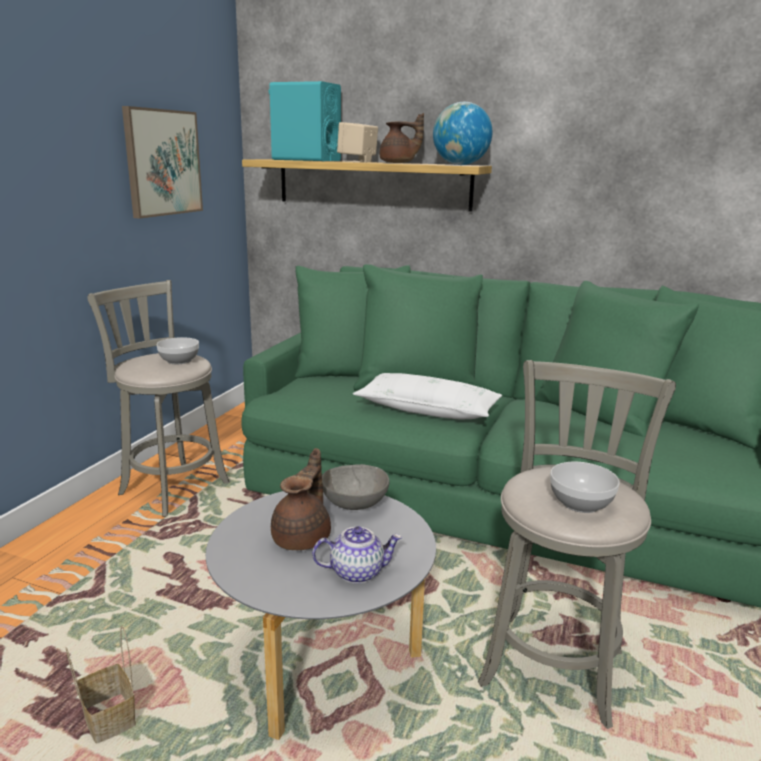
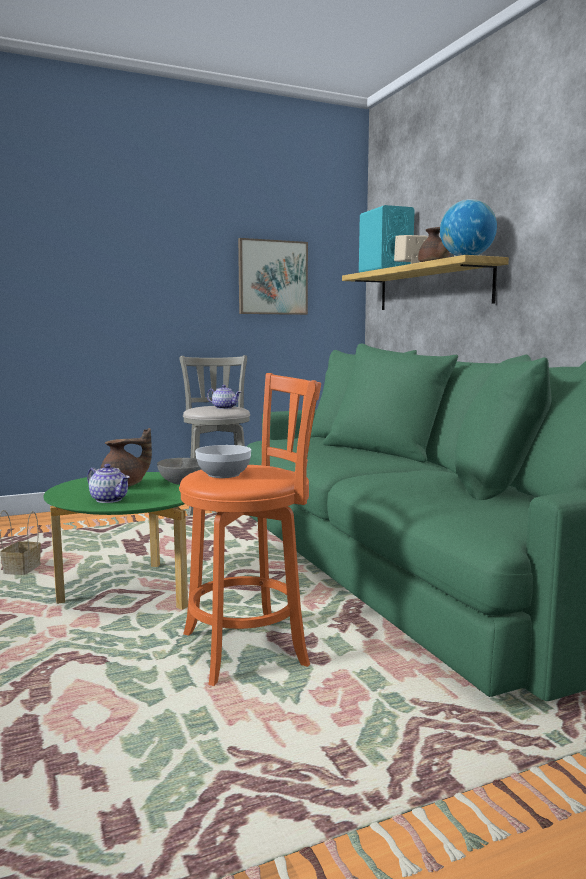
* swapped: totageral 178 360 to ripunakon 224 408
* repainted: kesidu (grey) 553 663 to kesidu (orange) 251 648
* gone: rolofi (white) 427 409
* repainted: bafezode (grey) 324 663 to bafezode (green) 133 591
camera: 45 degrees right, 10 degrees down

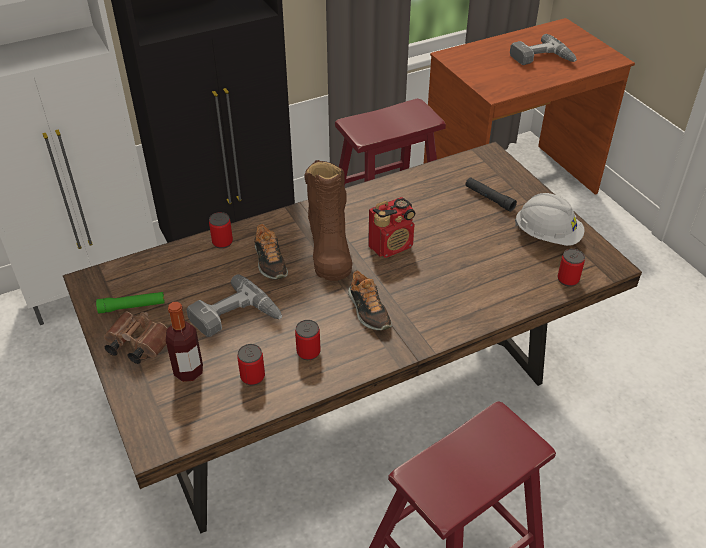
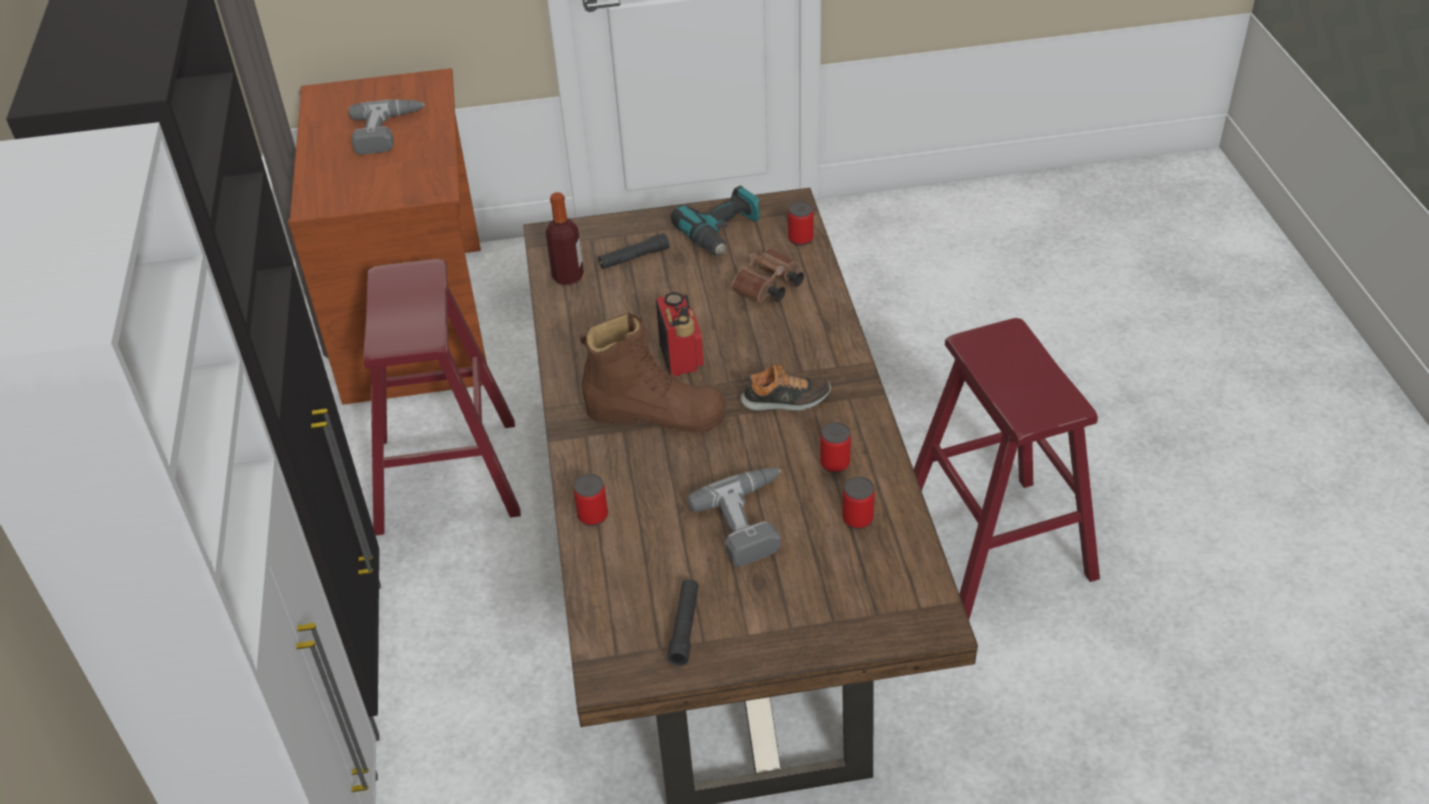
* swapped: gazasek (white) 547 235 to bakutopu 723 233
* gone: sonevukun 269 262
* repainted: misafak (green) 132 307 to misafak (black) 684 627
* shifted: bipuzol 188 371 to 568 277
* shifted: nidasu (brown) 136 345 to 768 288
camera: 70 degrees left, 0 degrees up

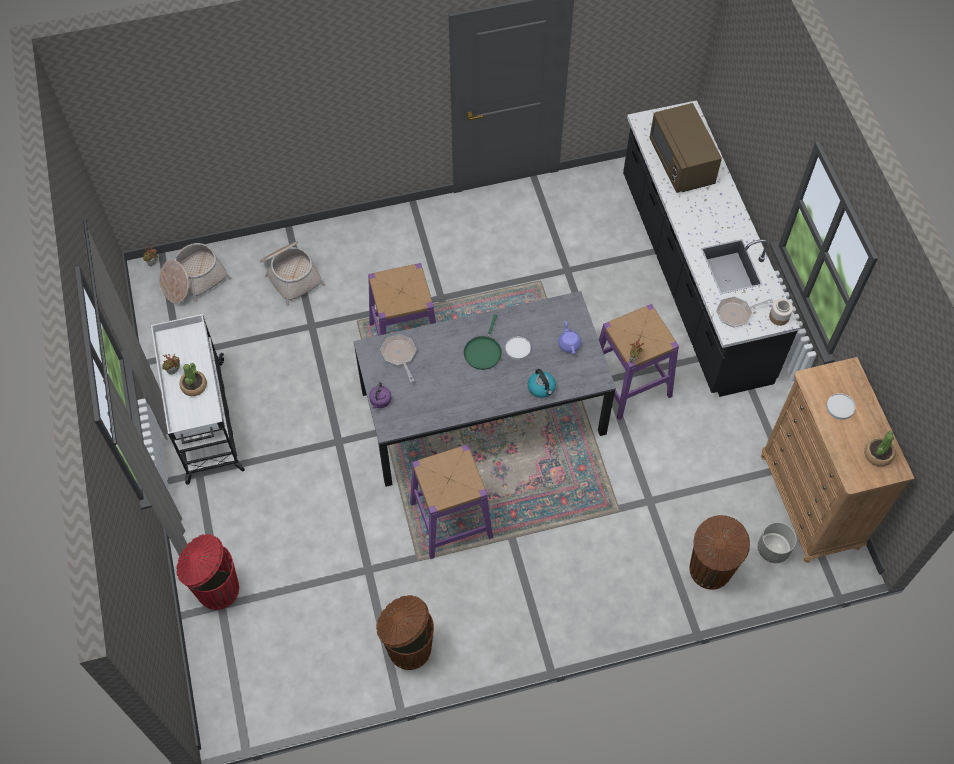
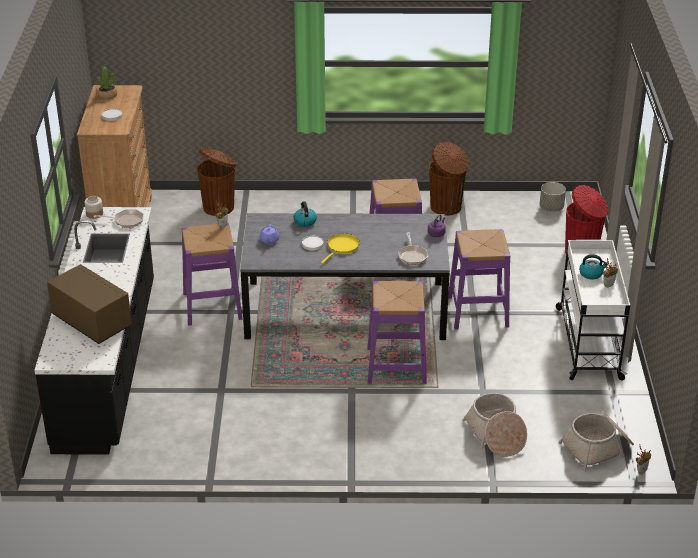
* rotated: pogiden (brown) 682 163 = 91 322 45 degrees counterclockwise
* repainted: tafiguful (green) 483 351 to tafiguful (yellow) 342 247
* swapped: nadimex 194 386 to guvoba 591 274
* shifted: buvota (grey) 772 549 to 551 208
* new: kesidu (purple) 478 311
camera: 165 degrees left, 25 degrees down

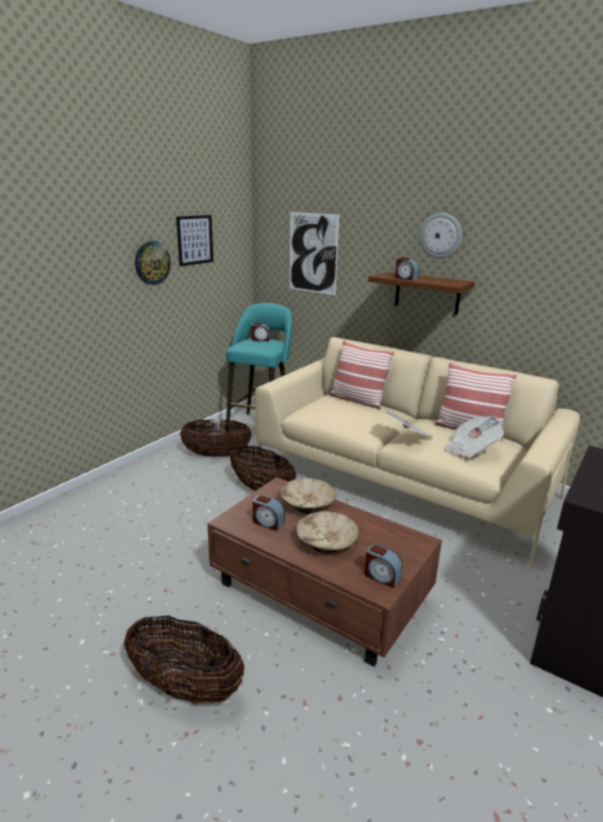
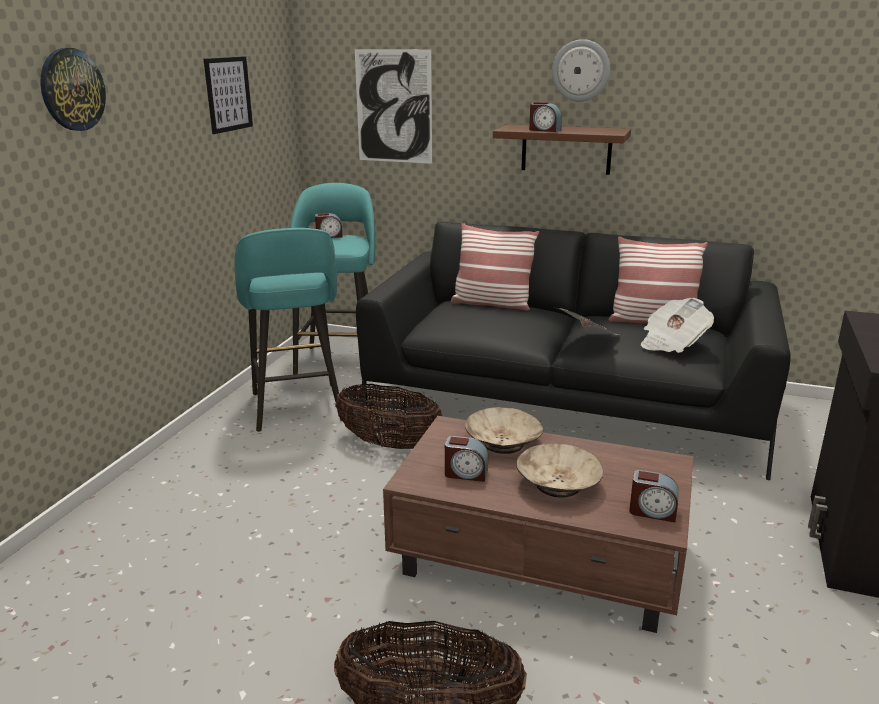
* shifted: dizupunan 152 262 to 72 89
* repainted: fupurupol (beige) 402 480 to fupurupol (black) 565 403
* swapped: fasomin 216 455 to kesidu (turquoise) 297 408
camera: 15 degrees left, 0 degrees up

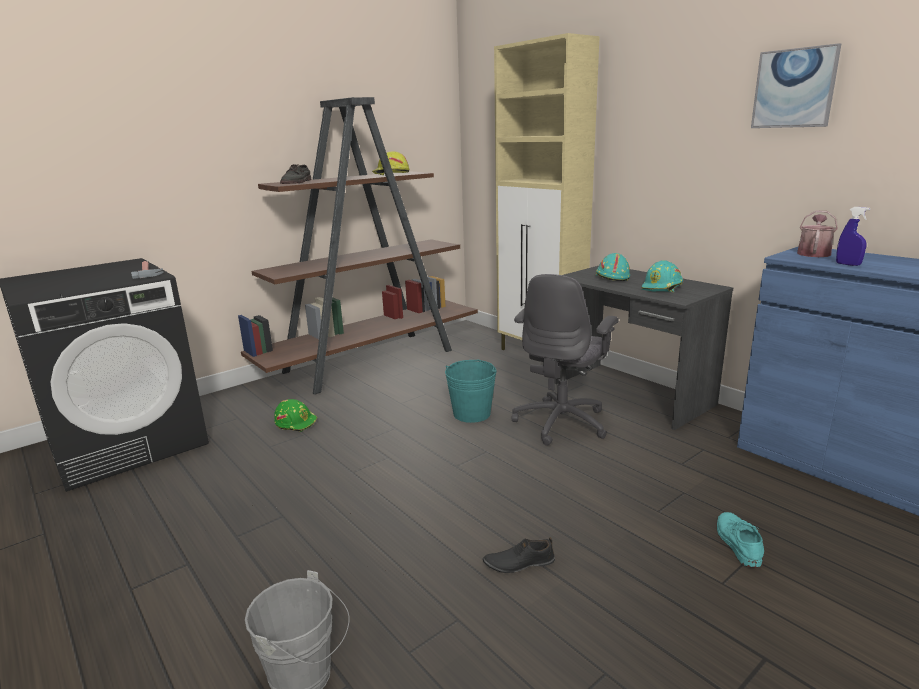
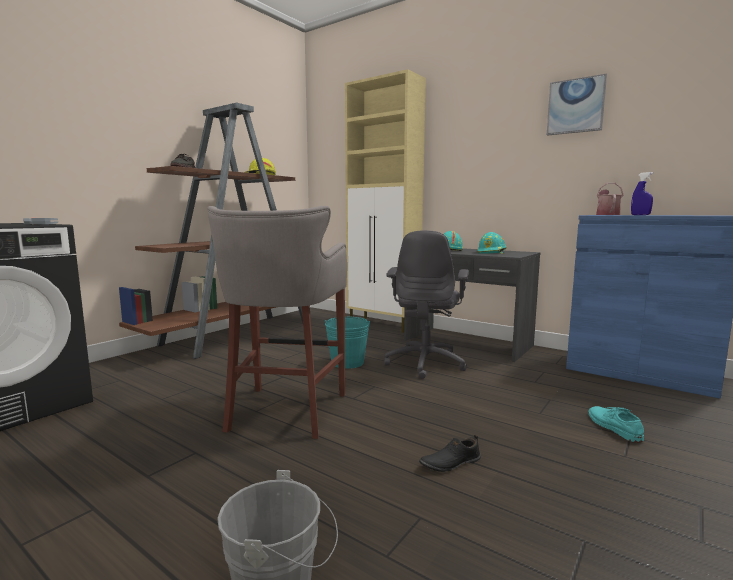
* gone: gazasek (green) 296 422
* new: kesidu (grey) 285 412
camera: 15 degrees left, 10 degrees down

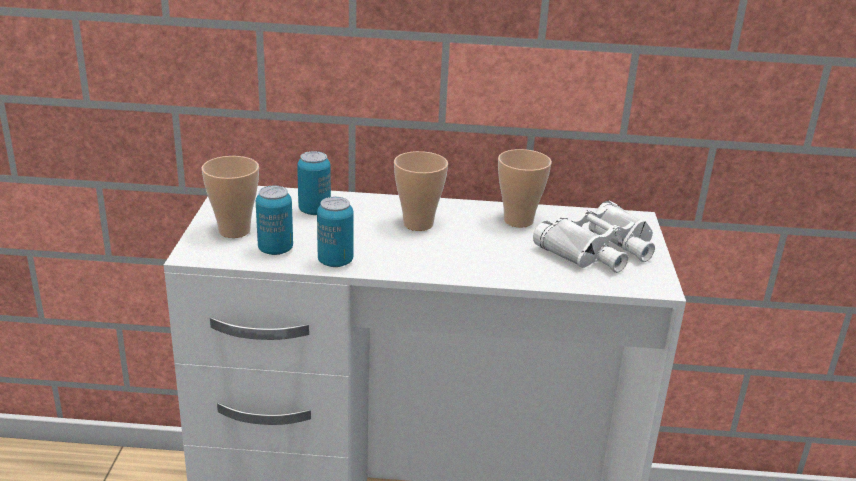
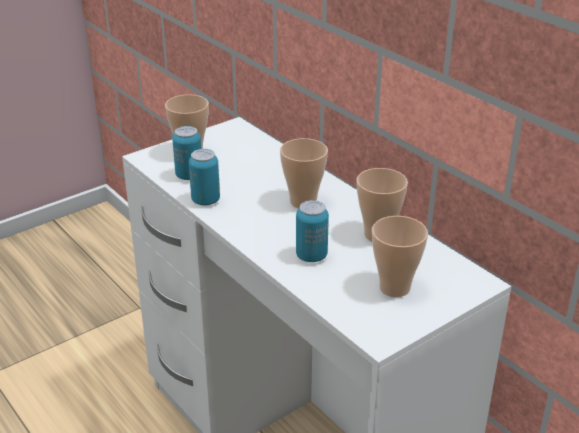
* shifted: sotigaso 314 210 to 311 256
* swapped: nidasu (white) 600 249 to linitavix 394 288
camera: 50 degrees right, 5 degrees up

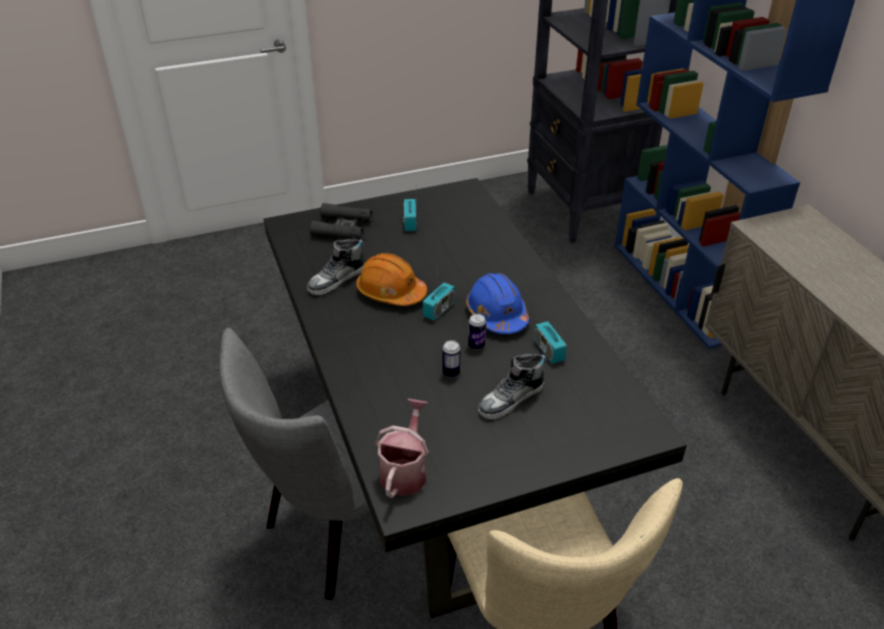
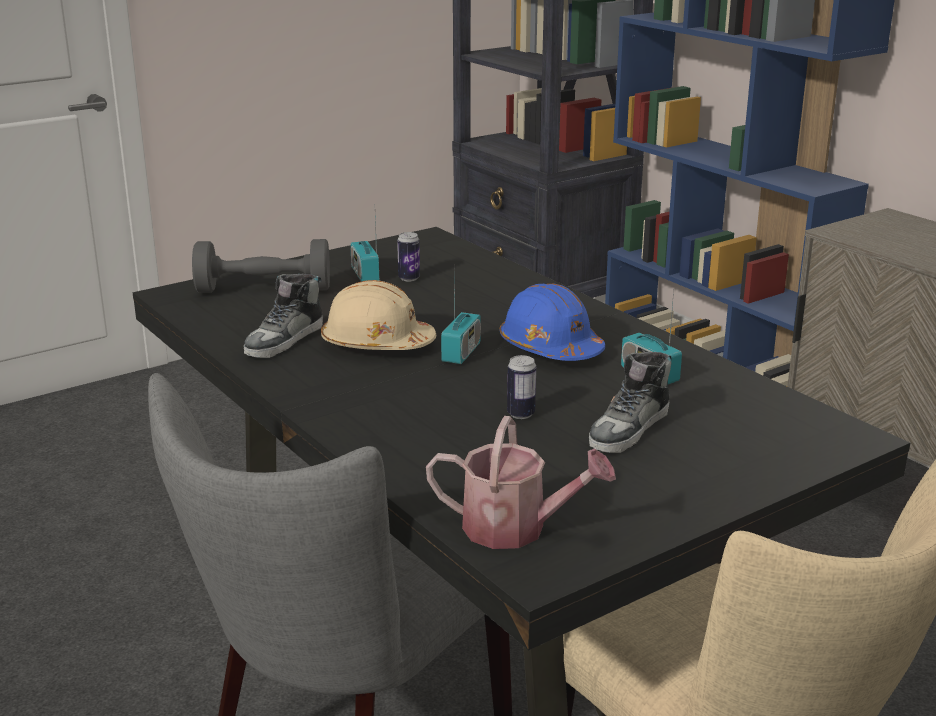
* swapped: nidasu (black) 342 228 to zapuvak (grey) 264 289
* repainted: gazasek (orange) 390 292 to gazasek (beige) 377 344
* shifted: sotigaso 476 346 to 409 278
* rotated: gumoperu 405 470 = 516 529 105 degrees clockwise
camera: 15 degrees left, 15 degrees down

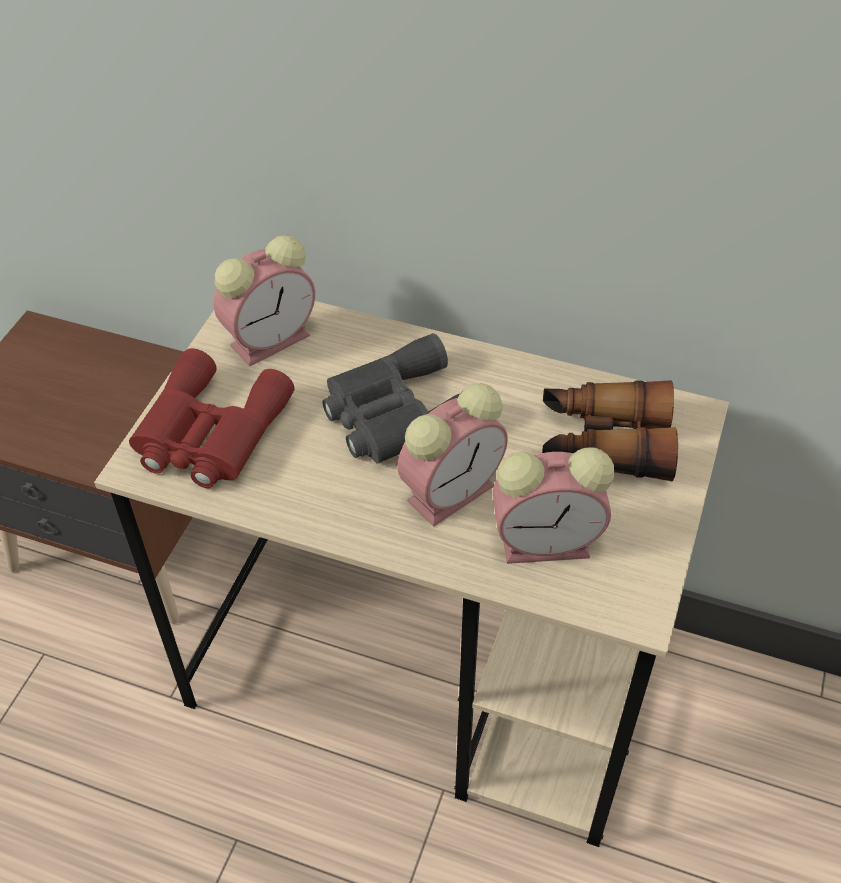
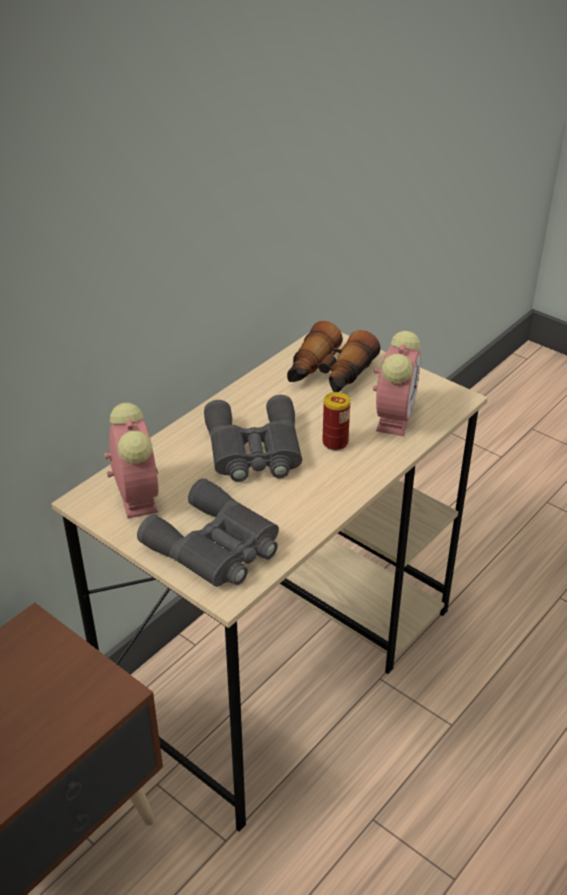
* repainted: nidasu (red) 208 433 to nidasu (grey) 216 547
* swapped: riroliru 453 490 to sotigaso 335 442
camera: 70 degrees left, 10 degrees down

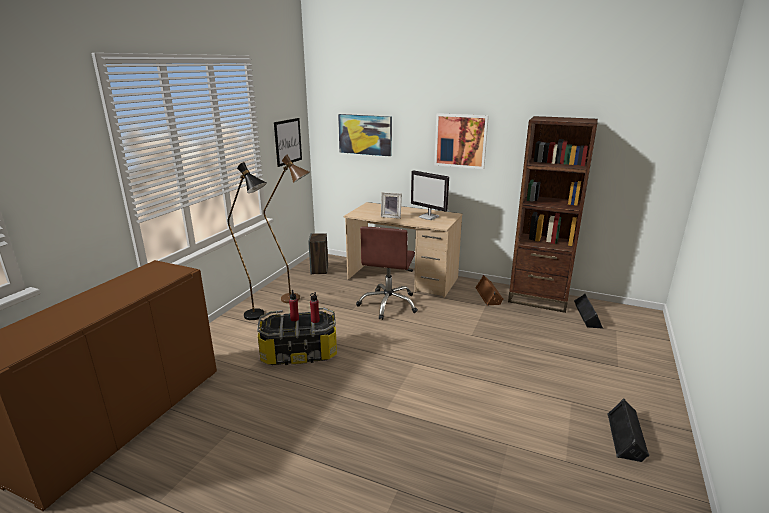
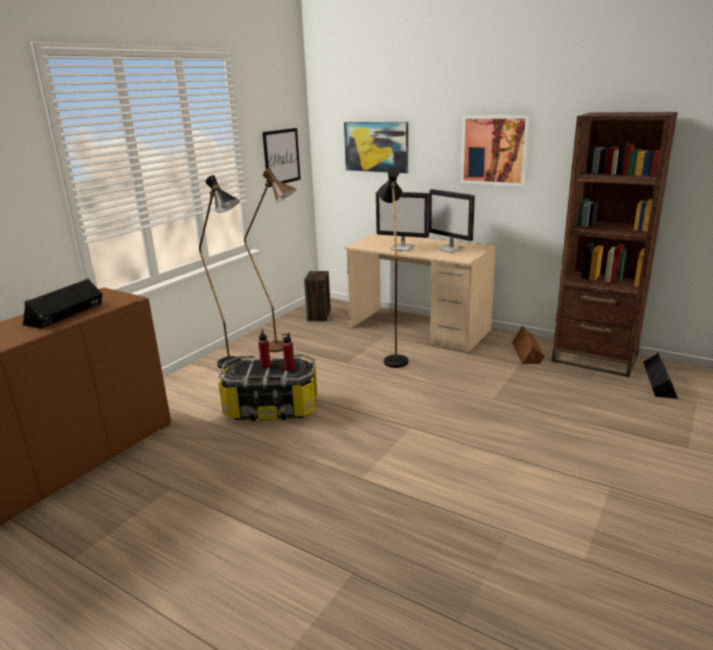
* swapped: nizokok 391 216 to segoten 403 248
* swapped: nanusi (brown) 388 304 to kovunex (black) 394 358
* shifted: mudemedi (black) 627 437 to 66 314
camera: 10 degrees right, 0 degrees up

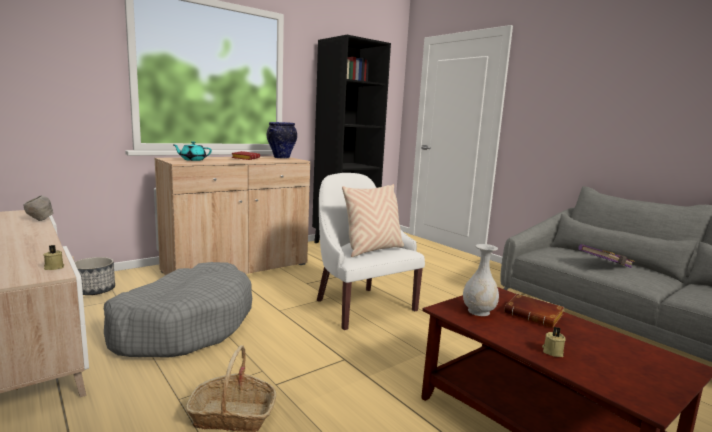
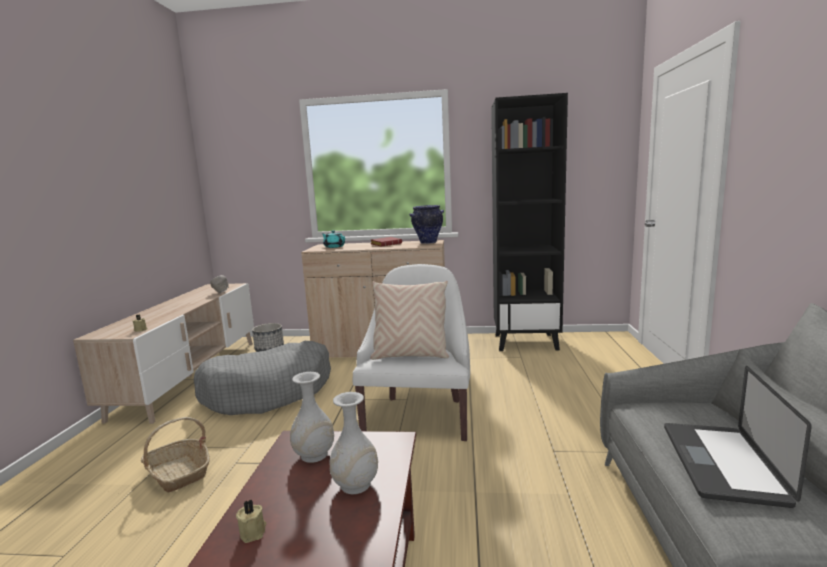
* swapped: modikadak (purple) 605 266 to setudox 721 463
* swapped: modikadak (brown) 535 315 to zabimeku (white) 356 485
camera: 45 degrees right, 0 degrees up

